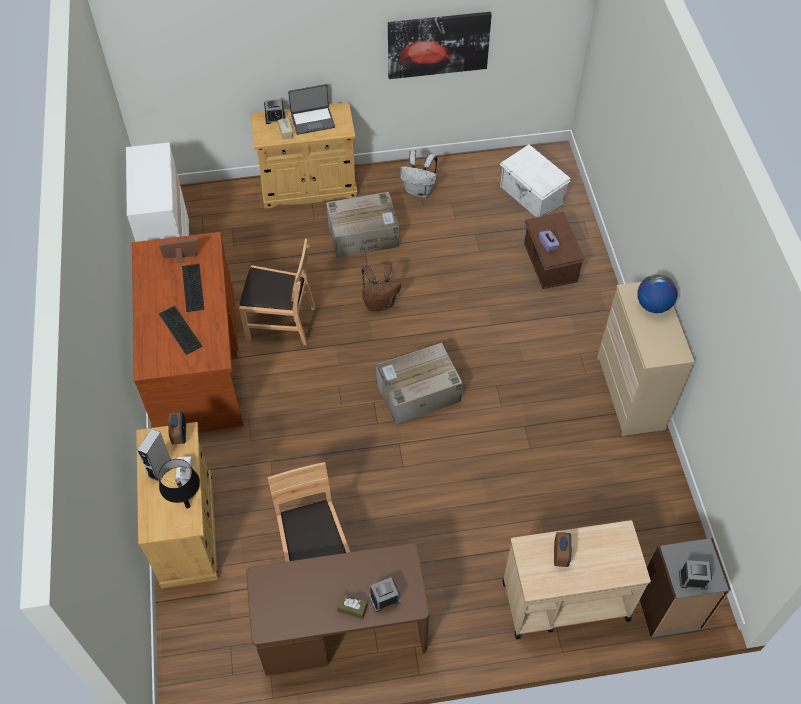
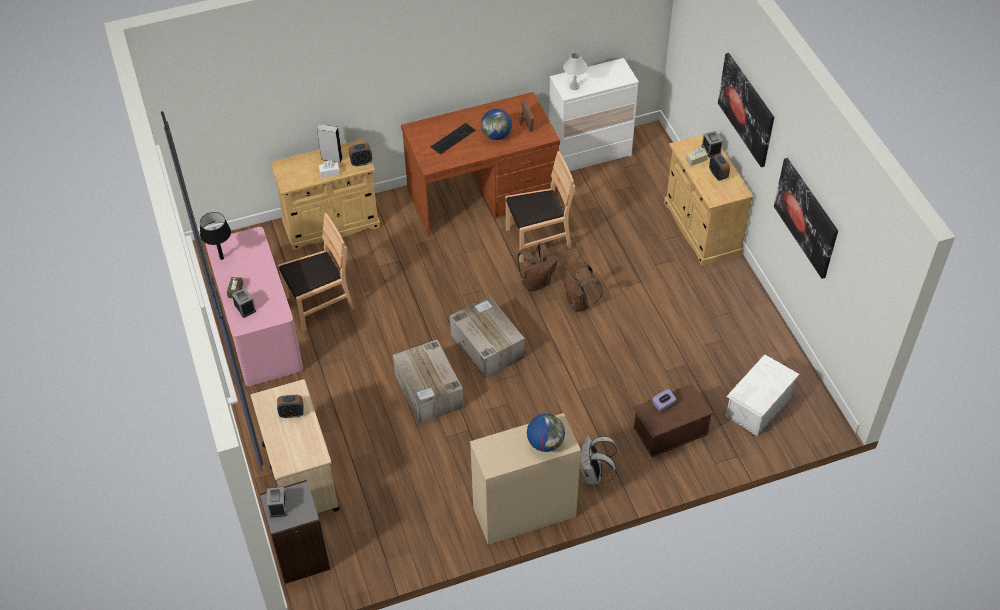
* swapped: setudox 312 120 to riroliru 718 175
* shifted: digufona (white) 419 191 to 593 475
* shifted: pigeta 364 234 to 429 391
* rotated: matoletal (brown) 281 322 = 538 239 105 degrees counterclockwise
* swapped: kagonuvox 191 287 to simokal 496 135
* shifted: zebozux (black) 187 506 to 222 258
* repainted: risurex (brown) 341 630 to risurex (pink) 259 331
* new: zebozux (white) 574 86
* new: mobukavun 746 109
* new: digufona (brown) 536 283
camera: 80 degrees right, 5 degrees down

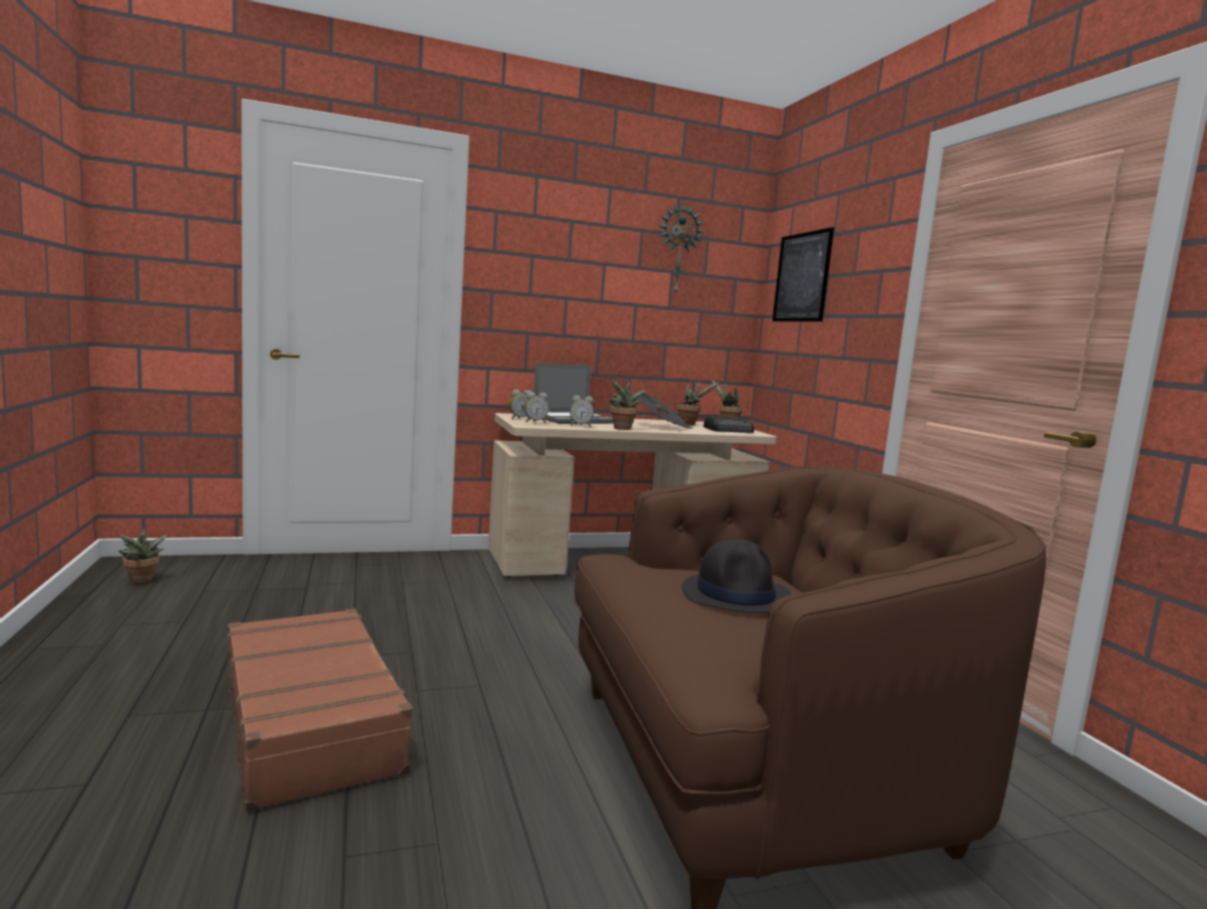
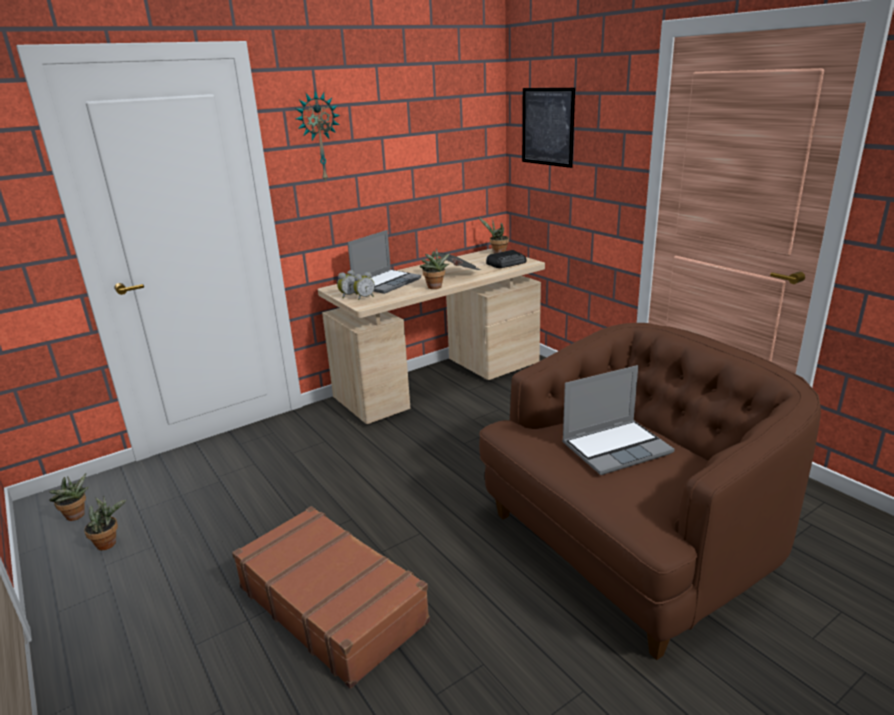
* shifted: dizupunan 678 249 to 318 137
* shifted: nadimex 689 424 to 110 543
* gone: riroliru 580 426
* swapped: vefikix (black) 736 595 to setudox 616 447
camera: 15 degrees left, 15 degrees up

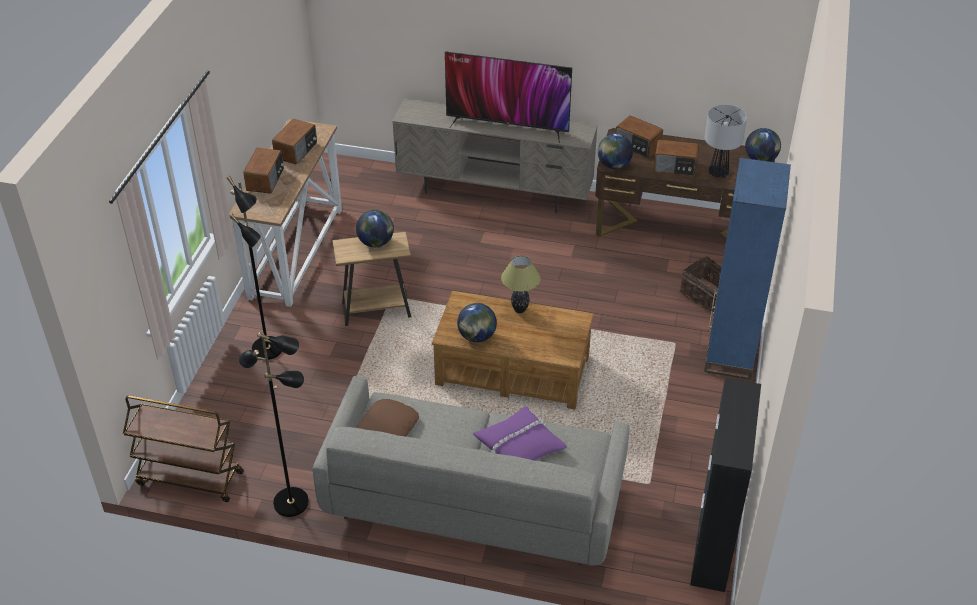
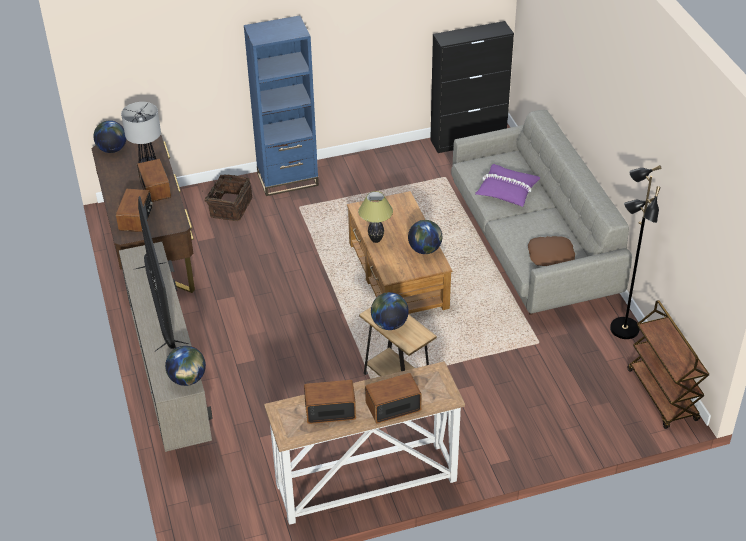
* shifted: simokal 613 165 to 187 379
* gone: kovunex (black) 268 349
camera: 120 degrees left, 0 degrees up

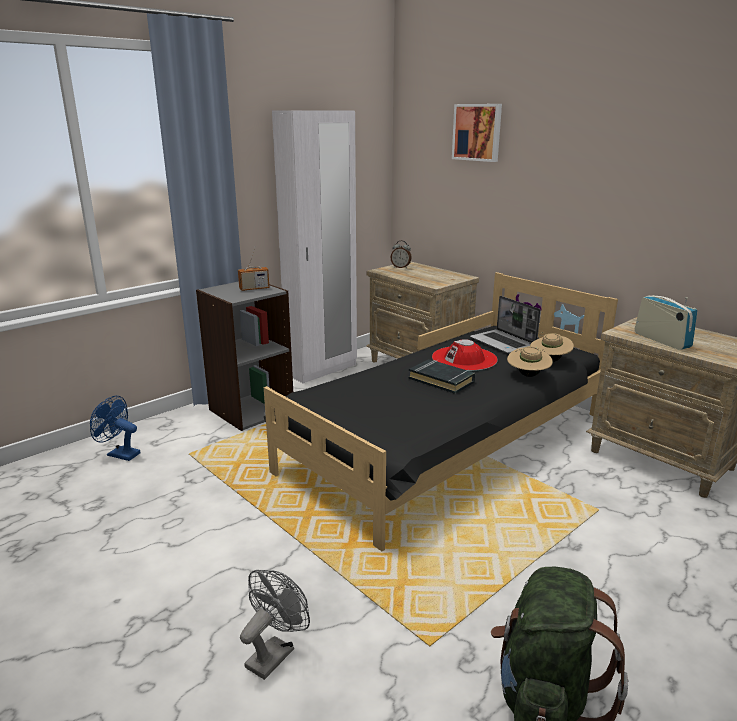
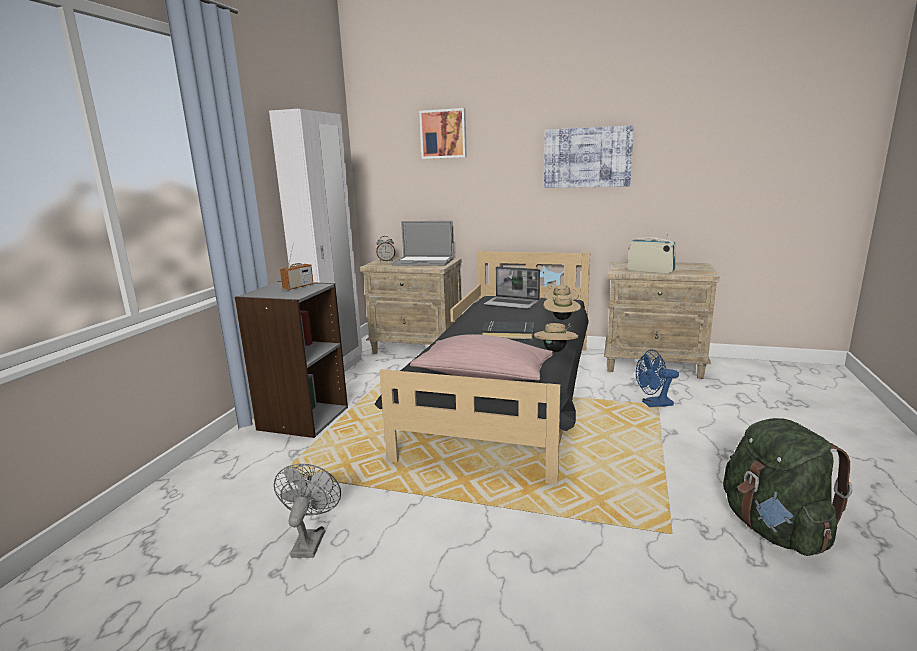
* gone: vefikix (red) 464 359
* shifted: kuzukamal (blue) 119 454 to 653 404
* shifted: kuzukamal (grey) 274 653 to 310 540
* new: mobukavun 587 157
* new: setudox 423 262
* new: vefikix (beige) 555 351
* new: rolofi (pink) 483 376
camera: 30 degrees left, 5 degrees down

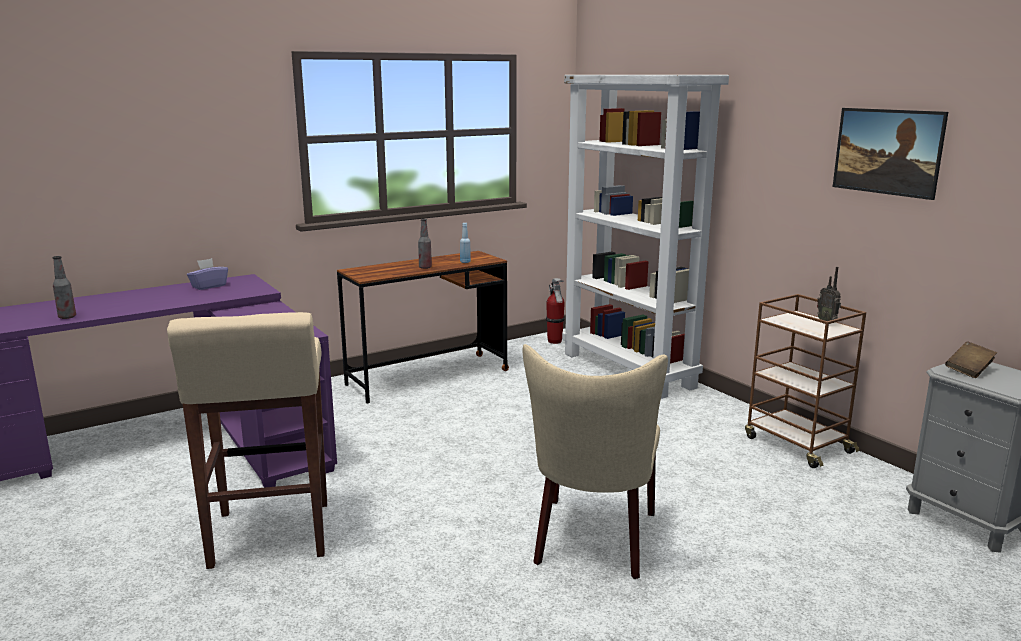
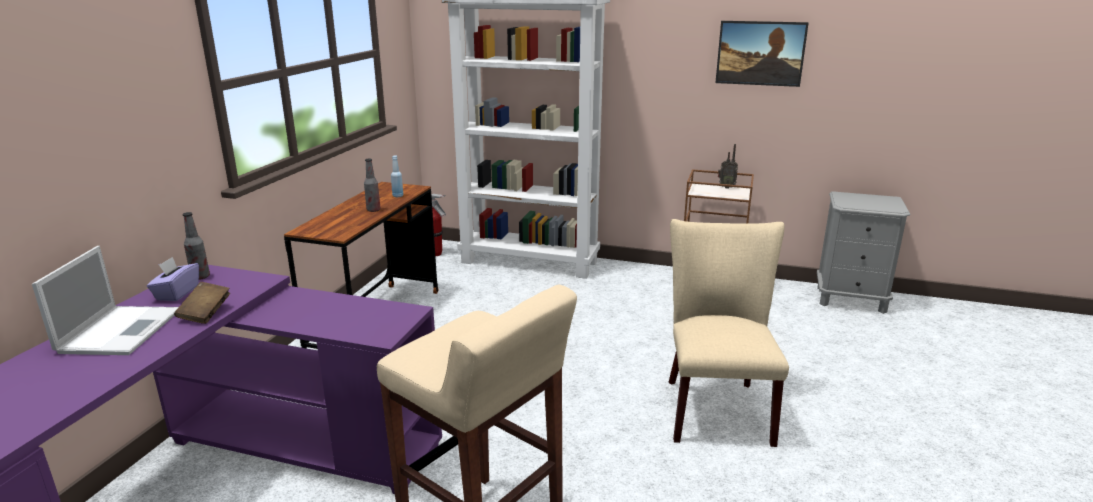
* shifted: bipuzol 67 317 to 200 277
* shifted: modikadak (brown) 969 370 to 205 313
* rotated: matoletal (beige) 593 542 = 714 406 150 degrees counterclockwise
* new: setudox 121 330
camera: 40 degrees left, 5 degrees up

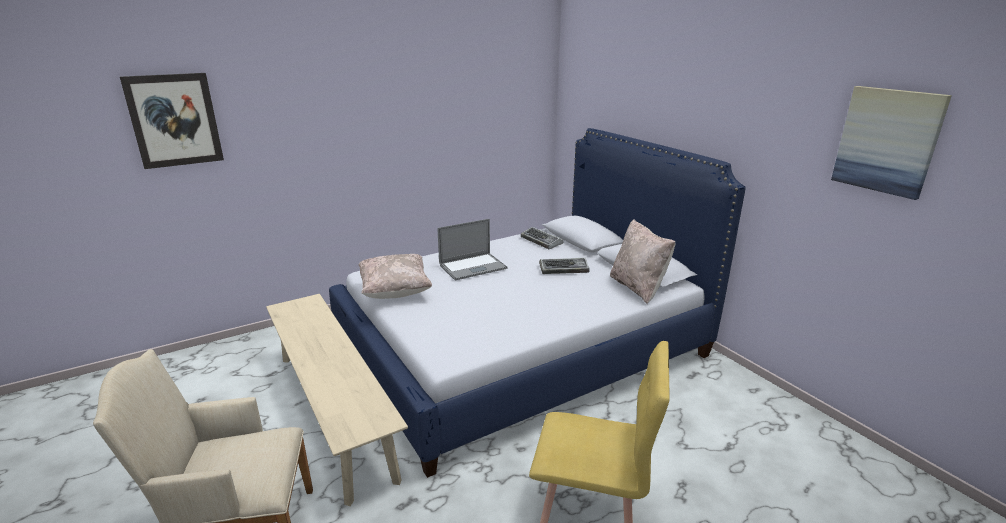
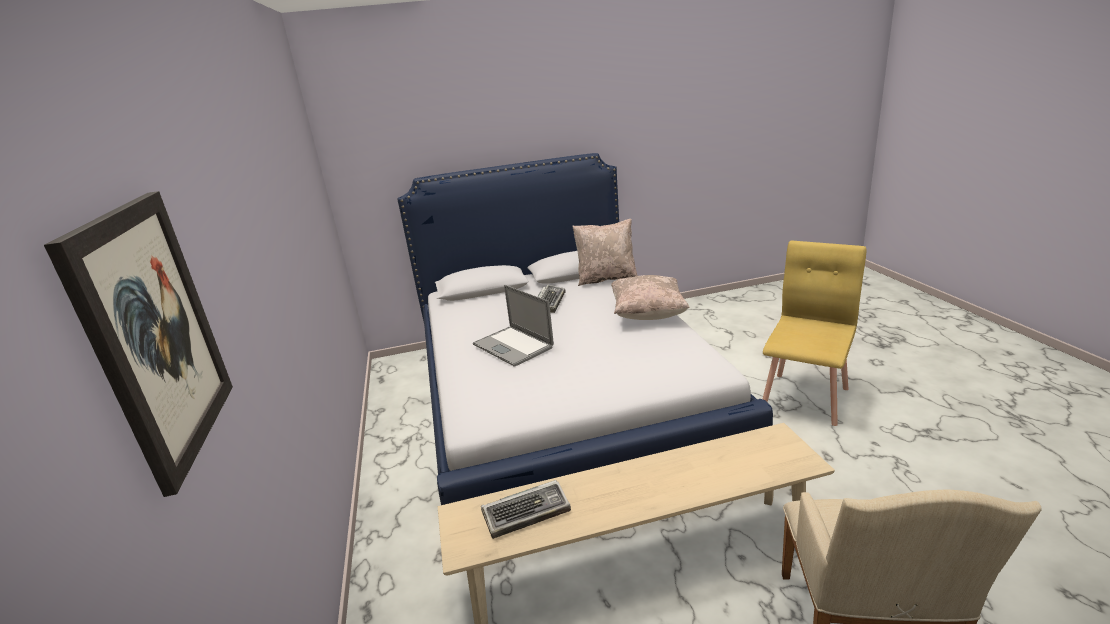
* gone: mobukavun 887 141
* rotated: setudox 473 267 = 513 346 150 degrees clockwise
* shifted: kagonuvox 542 241 to 527 512
* shifted: rolofi (beige) 395 291 to 648 314
camera: 70 degrees left, 0 degrees up

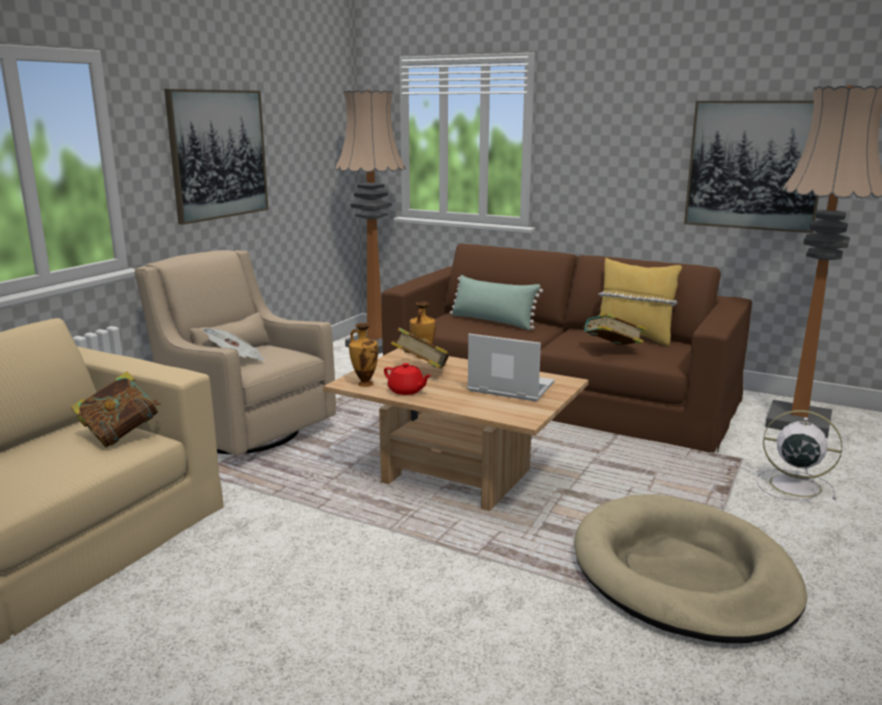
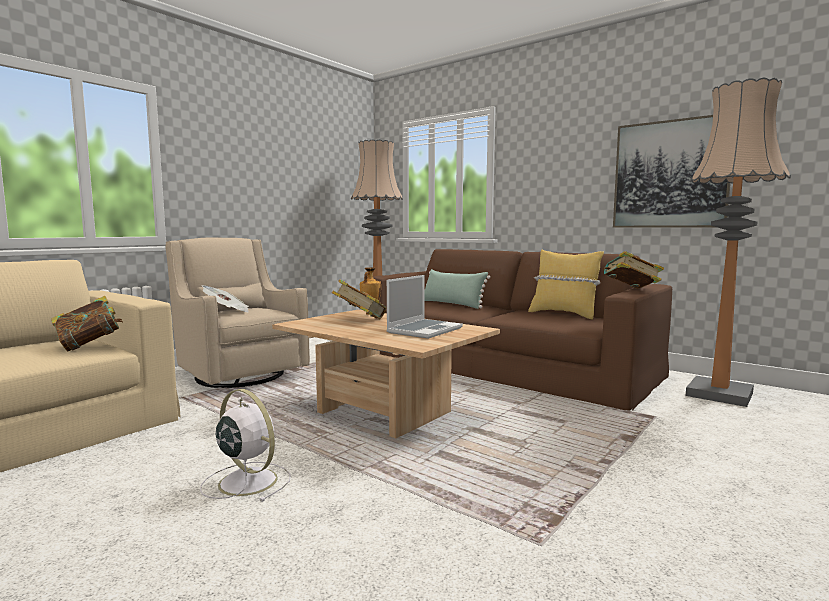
* gone: mobukavun 218 154
* shifted: modikadak 611 350 to 630 290
* gone: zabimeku 364 383
* rotated: setudox 509 388 = 424 330 90 degrees clockwise
* gone: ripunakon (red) 406 391
* shifted: kuzukamal (white) 792 485 to 246 481
* gone: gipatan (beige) 683 574
camera: 10 degrees right, 10 degrees down

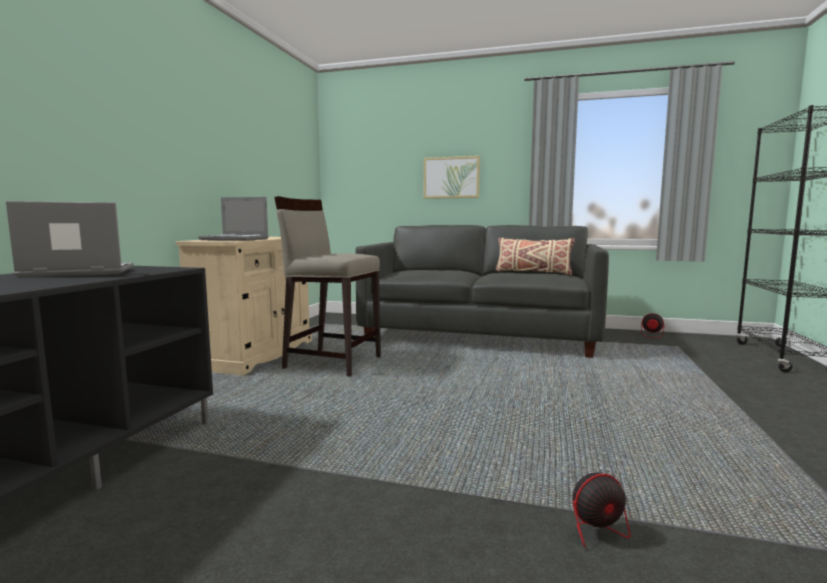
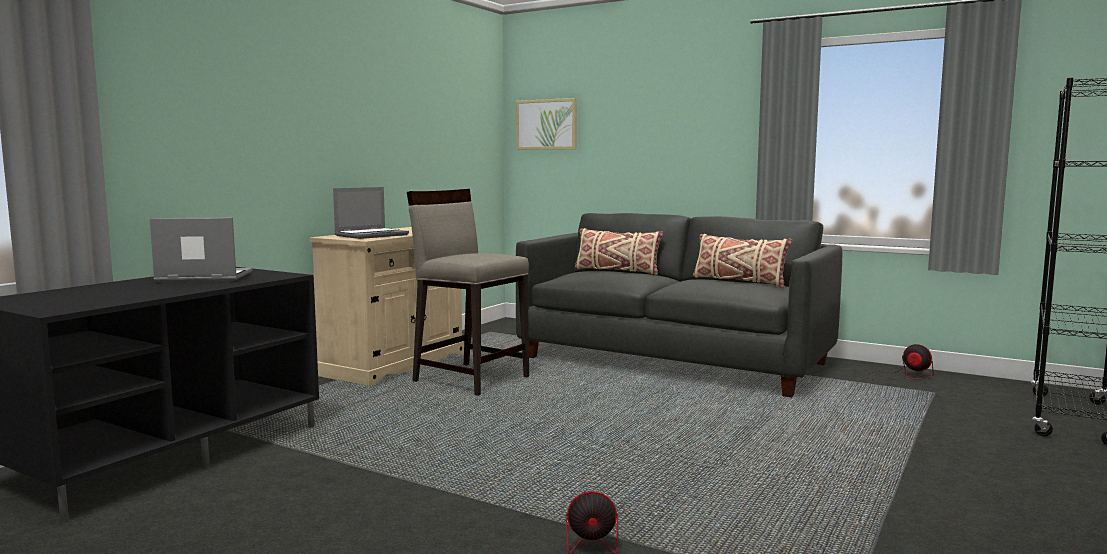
* shifted: mobukavun 451 177 to 546 124
* rotated: setudox 236 239 = 372 235 75 degrees counterclockwise
* new: rolofi (beige) 617 271
camera: 15 degrees right, 0 degrees up

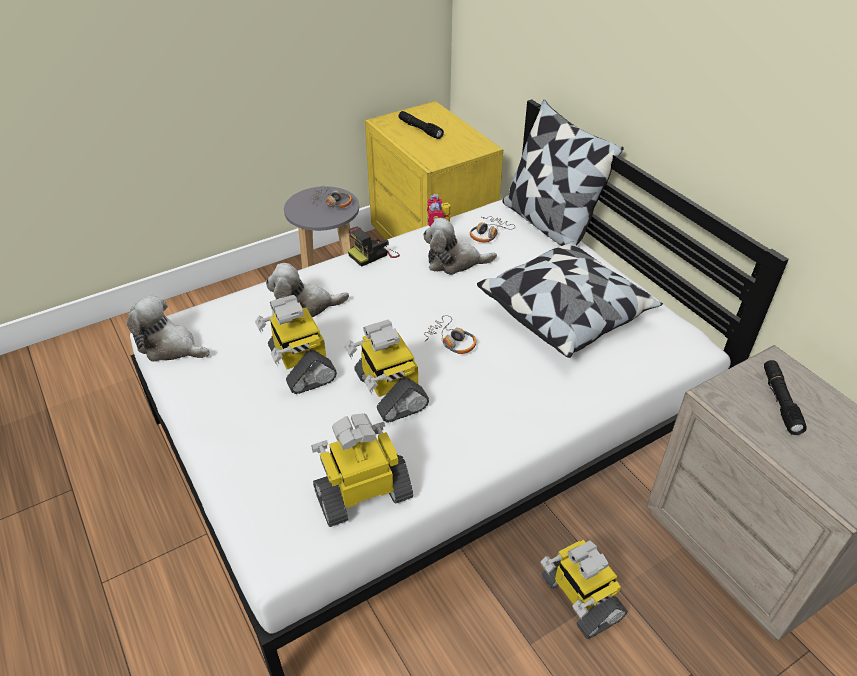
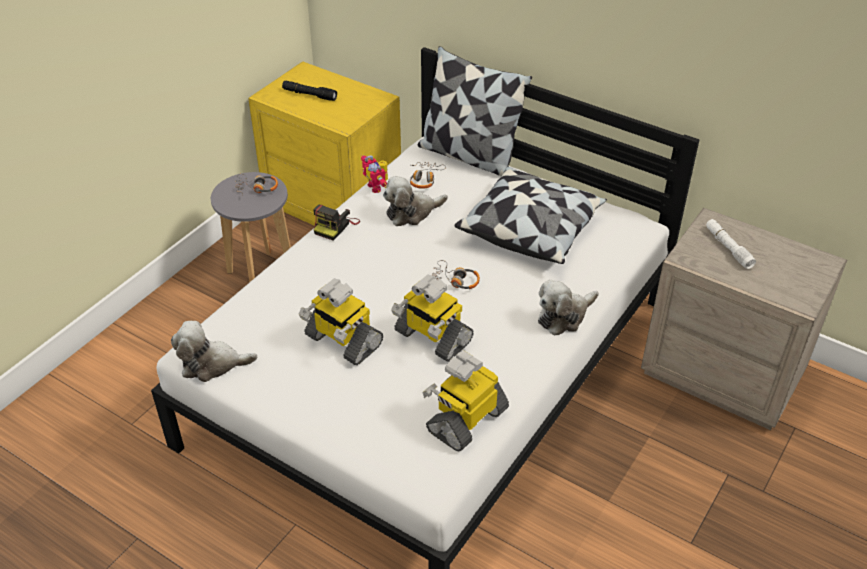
* shifted: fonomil 305 307 to 564 316
* repainted: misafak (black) 780 401 to misafak (white) 728 248
* gone: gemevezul 579 598
camera: 25 degrees left, 0 degrees up

